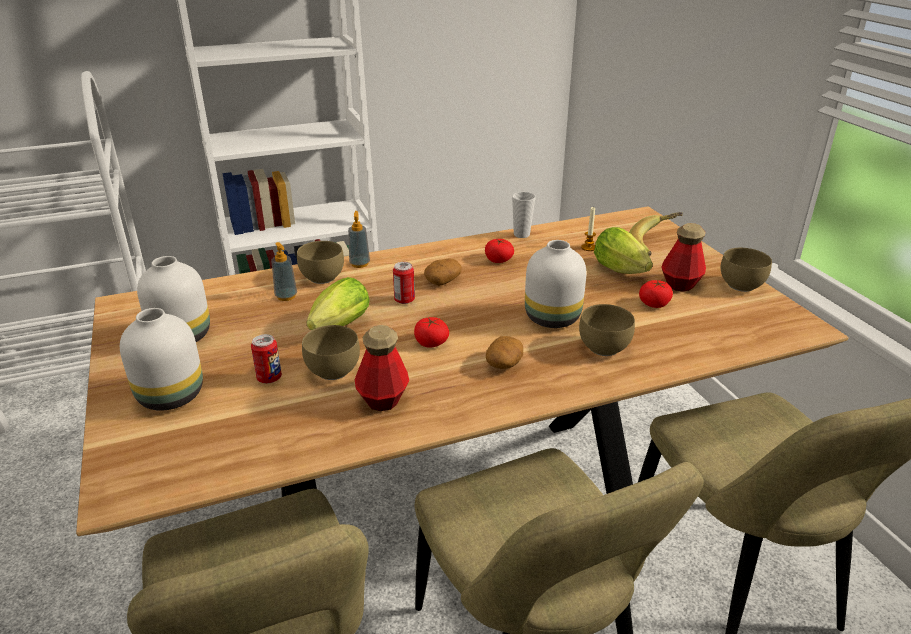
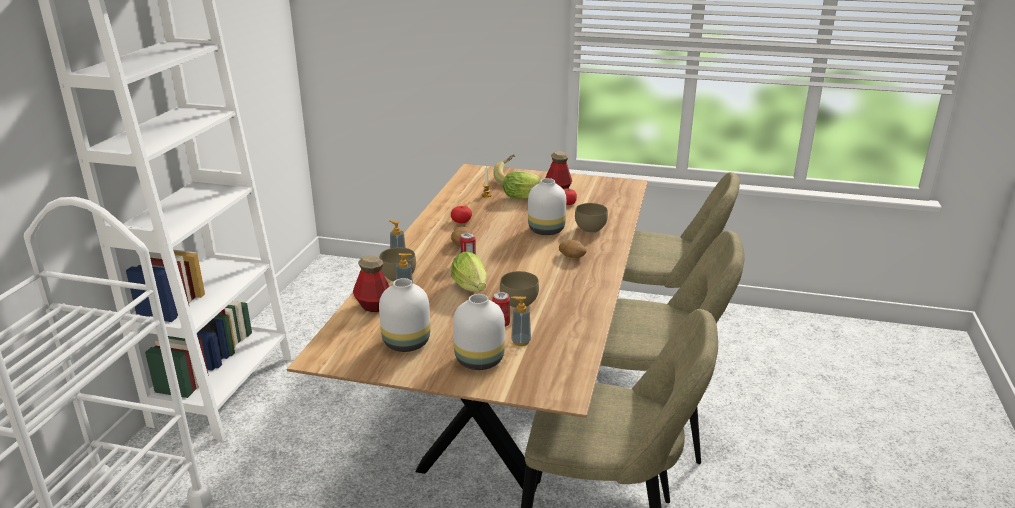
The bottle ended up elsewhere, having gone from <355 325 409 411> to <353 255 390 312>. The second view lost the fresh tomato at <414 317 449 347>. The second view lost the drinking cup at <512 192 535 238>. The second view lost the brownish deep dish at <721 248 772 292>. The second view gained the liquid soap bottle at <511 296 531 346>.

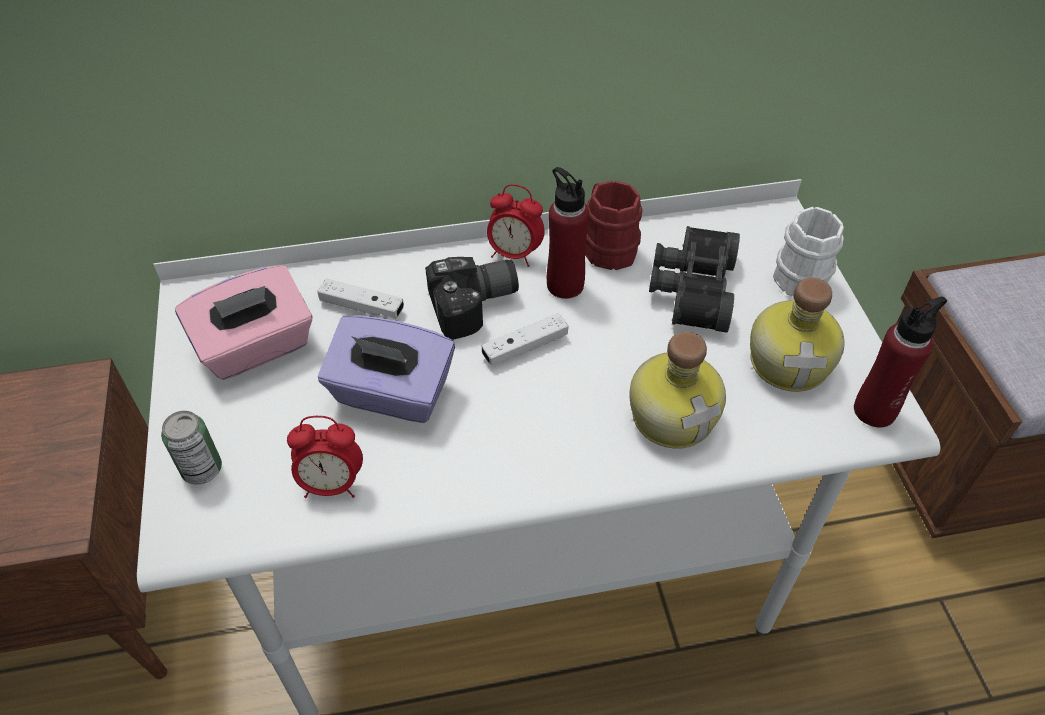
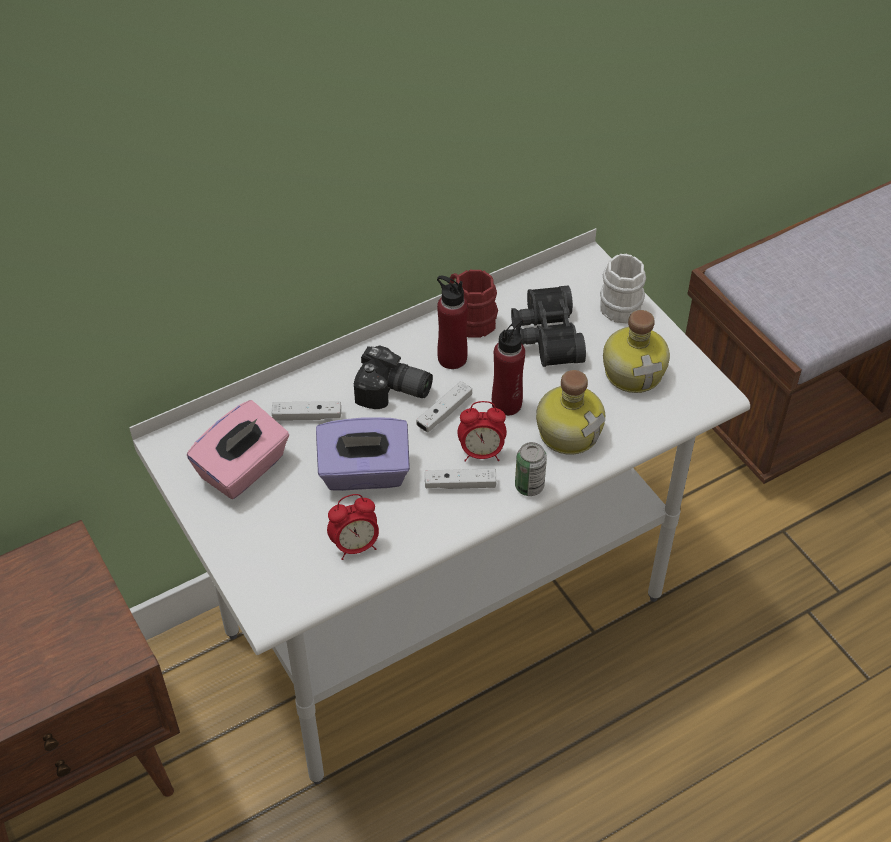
The sealed can ended up elsewhere, having gone from <161 411 222 485> to <515 442 547 496>. The still camera at <425 257 519 340> ended up facing another way, 60 degrees clockwise from before. The bedside clock ended up elsewhere, having gone from <487 184 545 267> to <458 401 507 462>. The red-coloured bottle ended up elsewhere, having gone from <854 297 947 427> to <492 318 525 416>. The second view gained the white-coloured game controller at <425 469 497 489>.

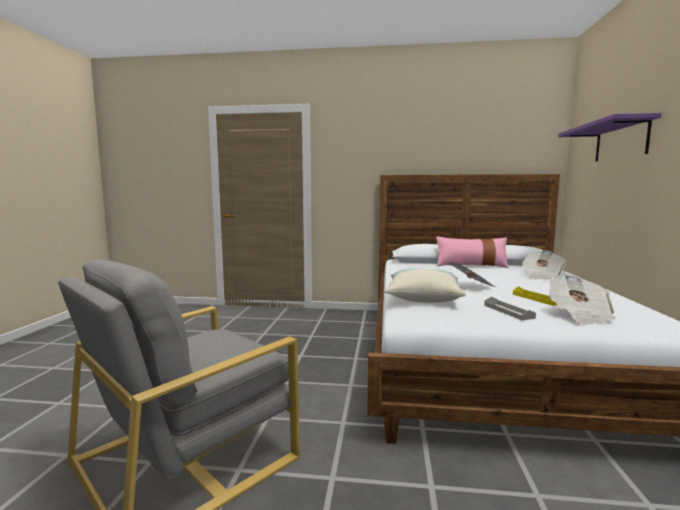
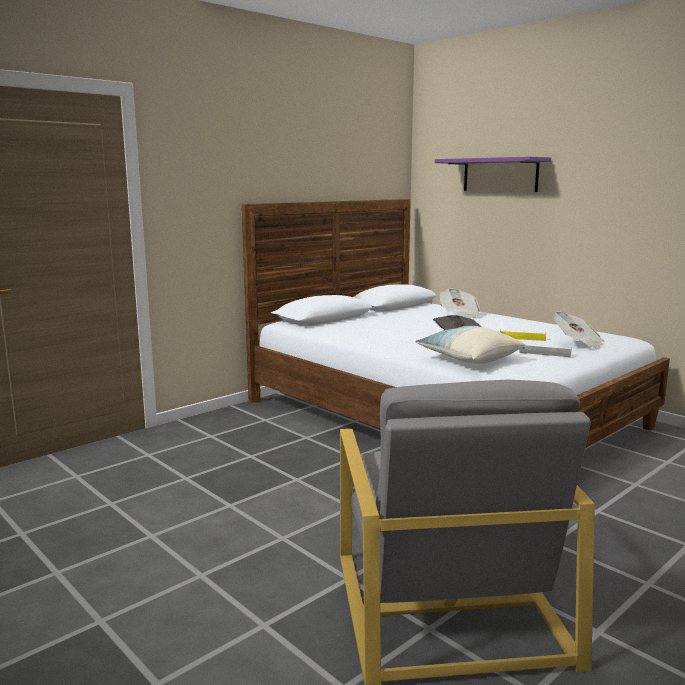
The second view lost the pink-coloured throw pillow at <436 236 509 268>.

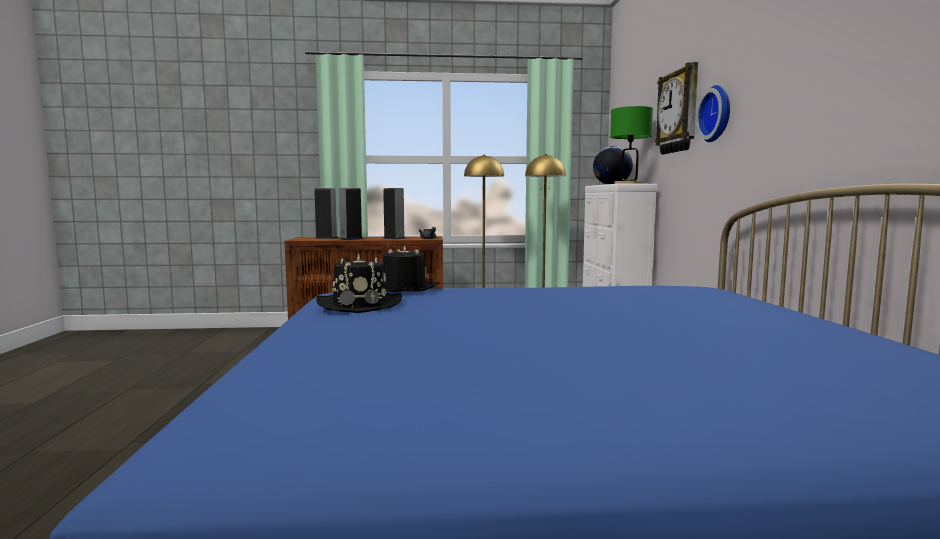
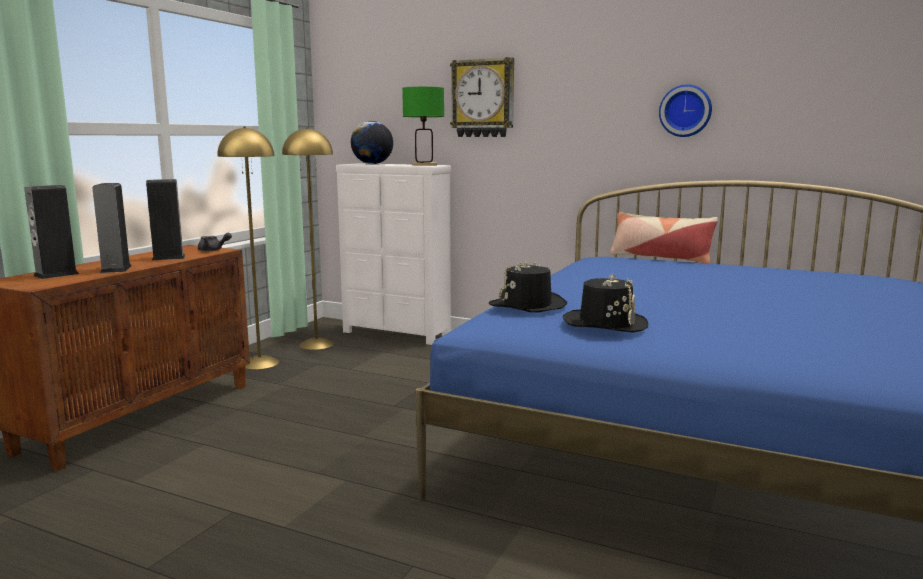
The wall clock ended up elsewhere, having gone from <696 85 730 142> to <659 84 712 137>. The second view gained the throw pillow at <610 212 718 264>.

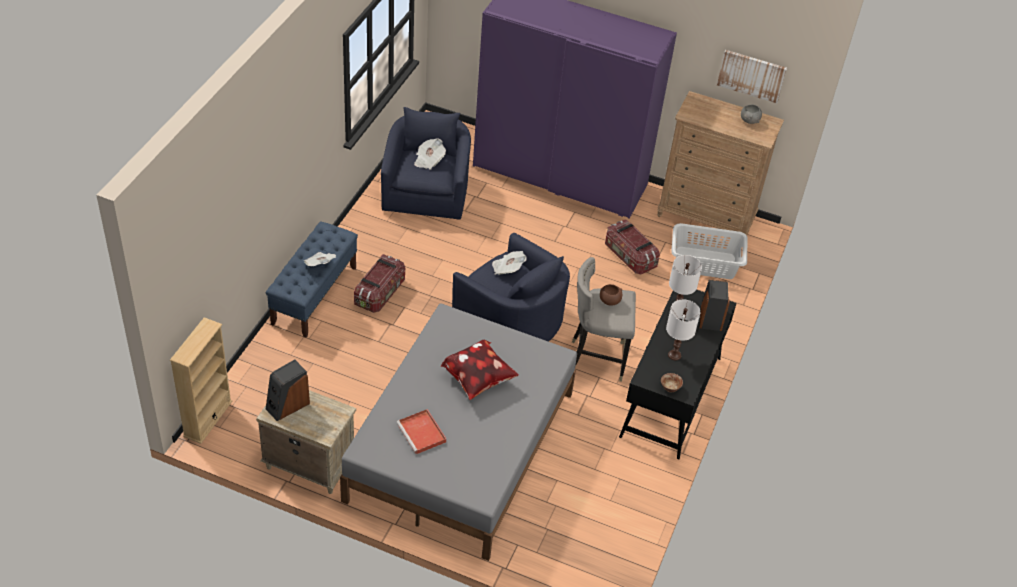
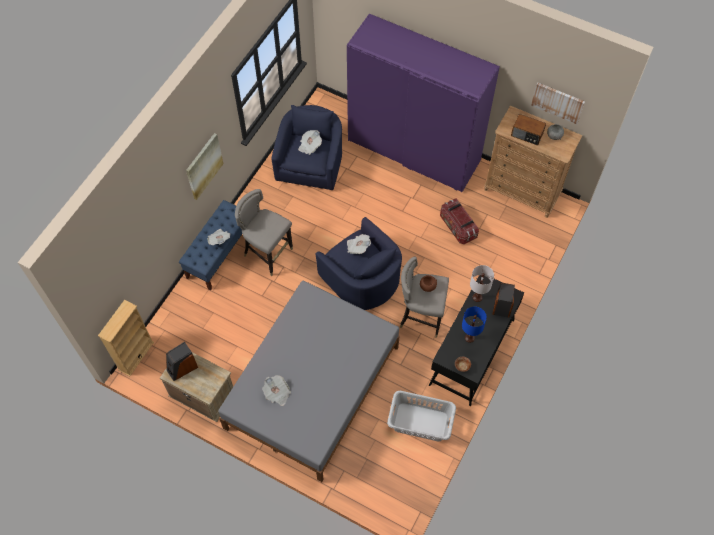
Where the storage bin stood at <354 254 406 313>, the gray sitting stool came to stand at <235 189 293 276>. Where the red-coloured carrying tray stood at <397 409 446 454>, the printed paper came to stand at <262 375 291 406>. The second view lost the throw pillow at <441 339 519 400>. What was the white-coloured table lamp at <666 300 700 360> turned into the blue-coloured table lamp at <462 307 487 343>. The gray laundry basket ended up elsewhere, having gone from <671 223 747 279> to <387 391 456 441>. The second view gained the wall picture at <186 133 224 200>. The second view gained the radio set at <511 114 546 145>.

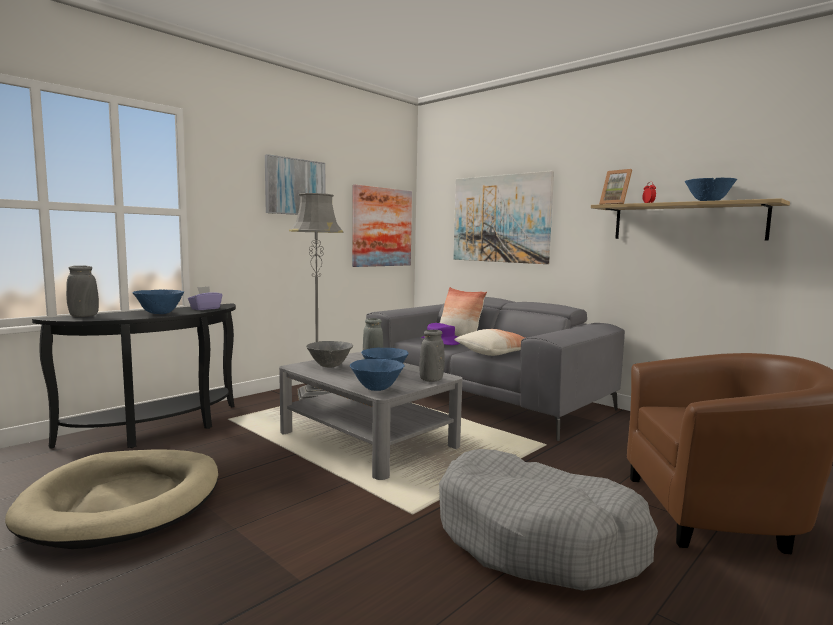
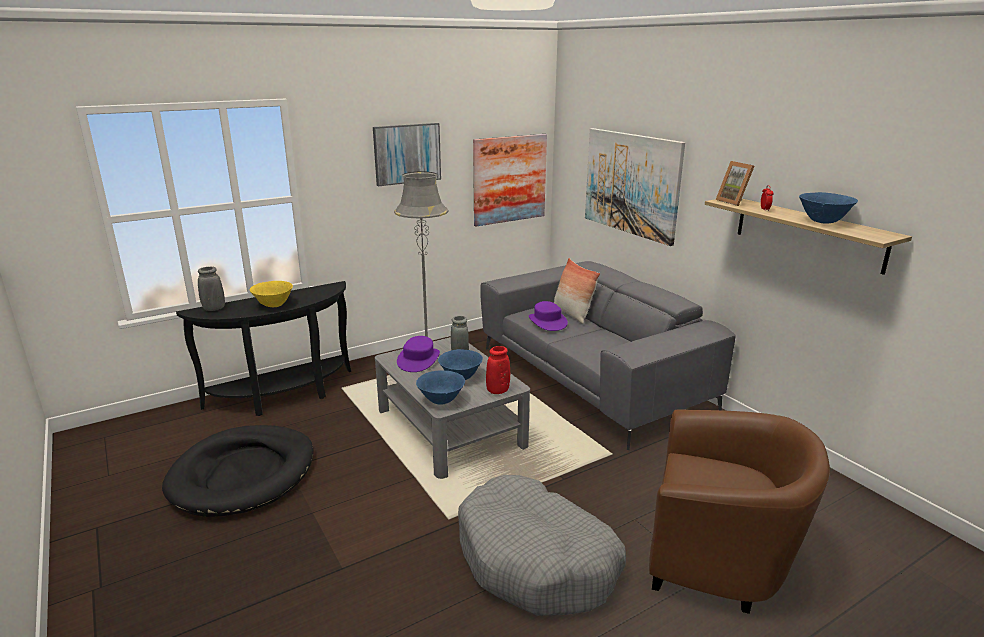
What was the beige dog bed at <5 449 218 549> turned into the black dog bed at <162 425 314 517>. What was the blue-coloured deep dish at <132 290 184 314> turned into the yellow-coloured deep dish at <250 281 293 307>. The second view lost the purplish box of tissues at <188 287 222 310>. Where the gray deep dish stood at <306 341 353 368>, the purplish clothing hat came to stand at <397 336 440 372>. What was the gray decorative vase at <420 330 445 382> turned into the red-coloured decorative vase at <486 346 510 394>. The second view lost the throw pillow at <454 329 525 356>.

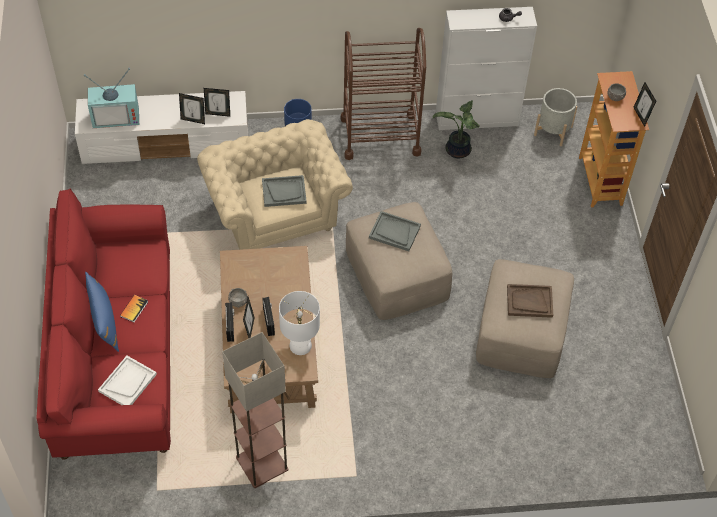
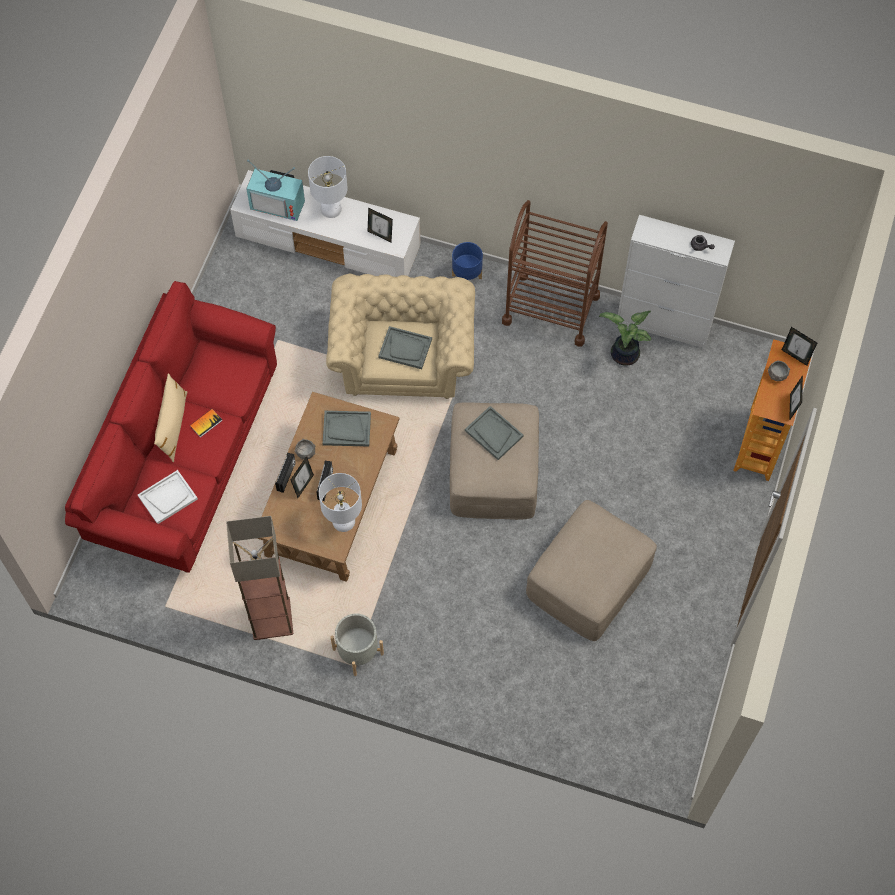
What was the blue-coloured throw pillow at <85 272 119 352> turned into the beige throw pillow at <154 373 187 462>. The picture frame ended up elsewhere, having gone from <179 93 205 124> to <782 327 817 366>. The second view lost the brownish carrying tray at <507 284 553 318>. The gray flower pot ended up elsewhere, having gone from <534 88 577 146> to <330 614 384 676>. The second view gained the white-coloured table lamp at <308 156 348 218>. The second view gained the gray carrying tray at <323 411 371 446>.

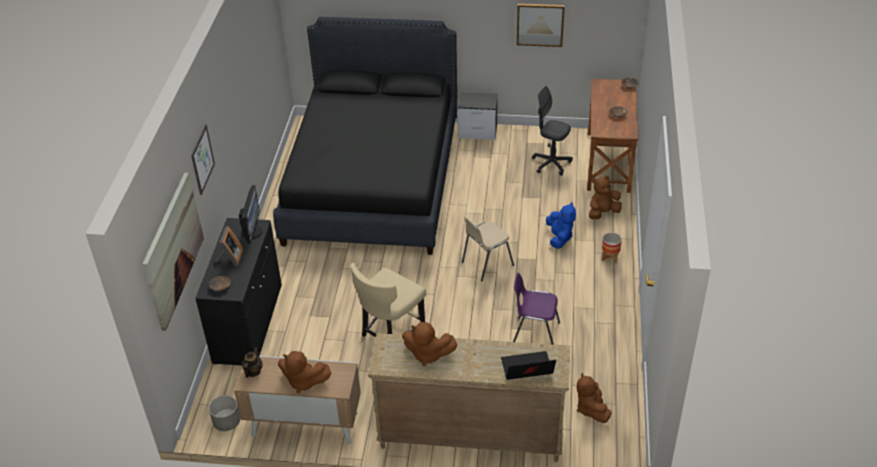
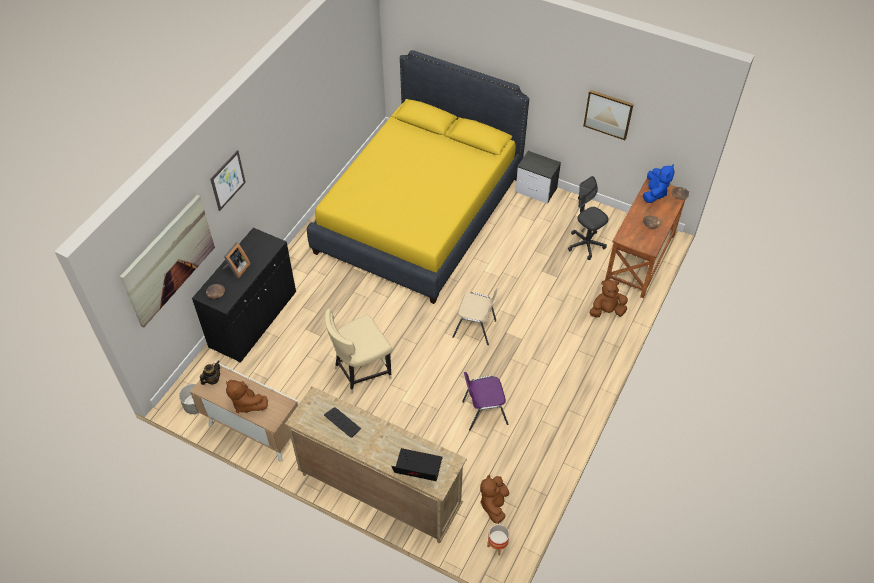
The second view lost the monitor at <239 185 262 244>. What was the black sleeping bed at <273 17 457 255> turned into the yellow-coloured sleeping bed at <307 50 529 304>. Where the brownish plush toy stood at <402 322 458 366>, the PC keyboard came to stand at <324 407 361 438>. The beige plain chair at <462 217 514 281> ended up facing another way, 150 degrees counterclockwise from before. The purplish plain chair at <513 273 560 345> ended up facing another way, 45 degrees counterclockwise from before. The blue-coloured plush toy ended up elsewhere, having gone from <546 202 576 249> to <643 164 674 203>. The flower pot ended up elsewhere, having gone from <602 233 622 263> to <487 524 509 555>.

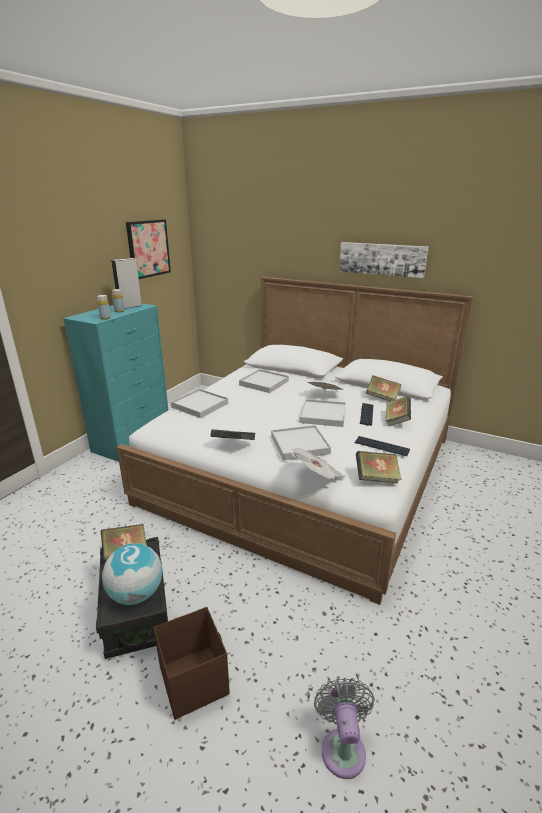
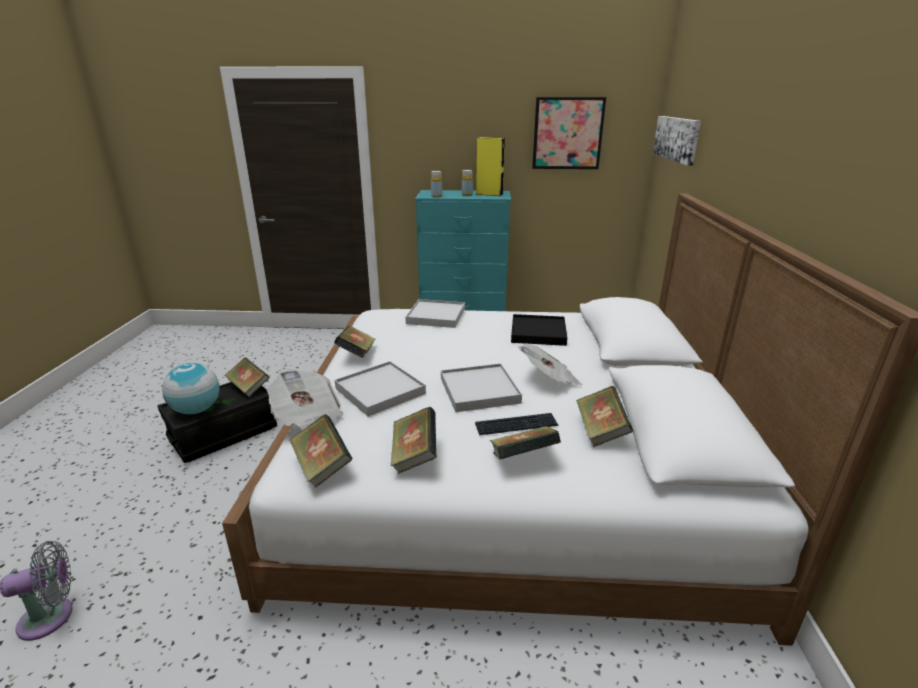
What was the gray audio speaker at <111 258 142 309> turned into the yellow-coloured audio speaker at <476 137 505 196>. The second view lost the brownish storage bin at <153 607 230 720>. What was the white-coloured carrying tray at <239 369 289 393> turned into the black carrying tray at <511 314 567 346>. The wall picture ended up elsewhere, having gone from <339 242 428 278> to <653 116 701 166>. Where the PC keyboard stood at <355 436 410 456>, the volume came to stand at <391 407 437 474>.

